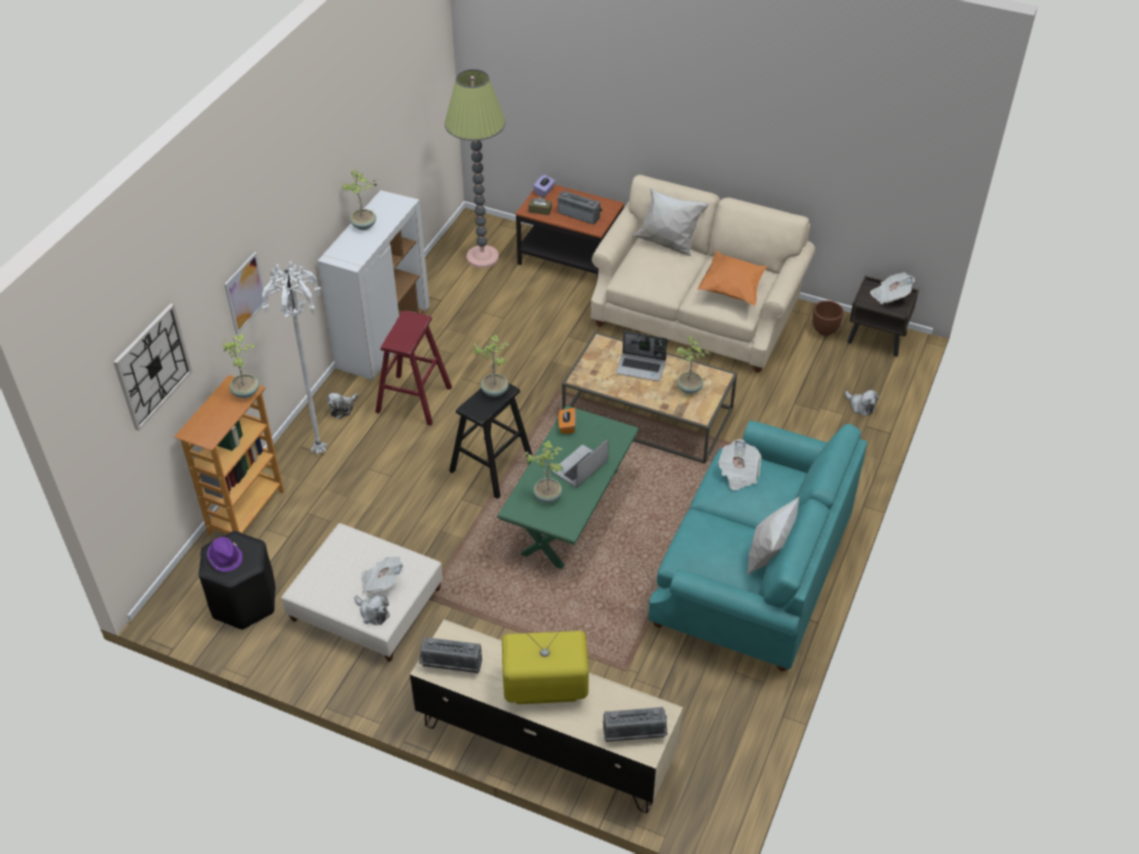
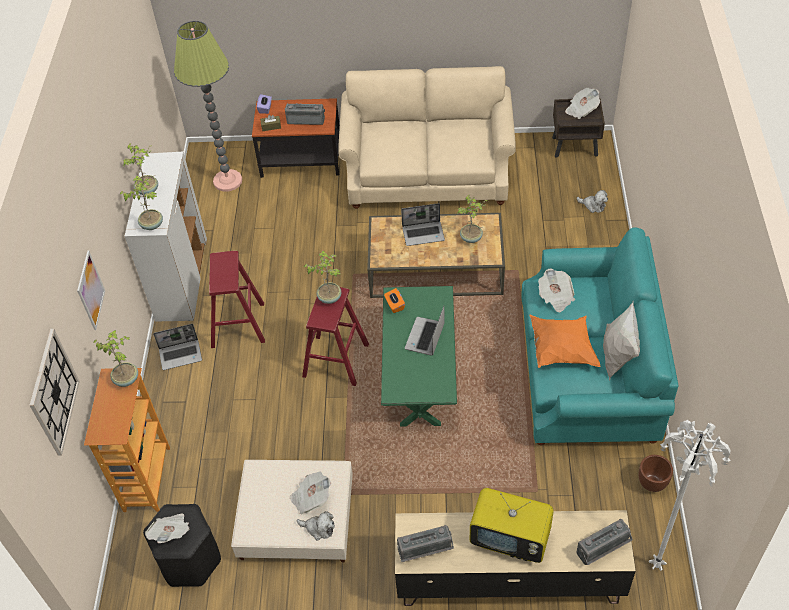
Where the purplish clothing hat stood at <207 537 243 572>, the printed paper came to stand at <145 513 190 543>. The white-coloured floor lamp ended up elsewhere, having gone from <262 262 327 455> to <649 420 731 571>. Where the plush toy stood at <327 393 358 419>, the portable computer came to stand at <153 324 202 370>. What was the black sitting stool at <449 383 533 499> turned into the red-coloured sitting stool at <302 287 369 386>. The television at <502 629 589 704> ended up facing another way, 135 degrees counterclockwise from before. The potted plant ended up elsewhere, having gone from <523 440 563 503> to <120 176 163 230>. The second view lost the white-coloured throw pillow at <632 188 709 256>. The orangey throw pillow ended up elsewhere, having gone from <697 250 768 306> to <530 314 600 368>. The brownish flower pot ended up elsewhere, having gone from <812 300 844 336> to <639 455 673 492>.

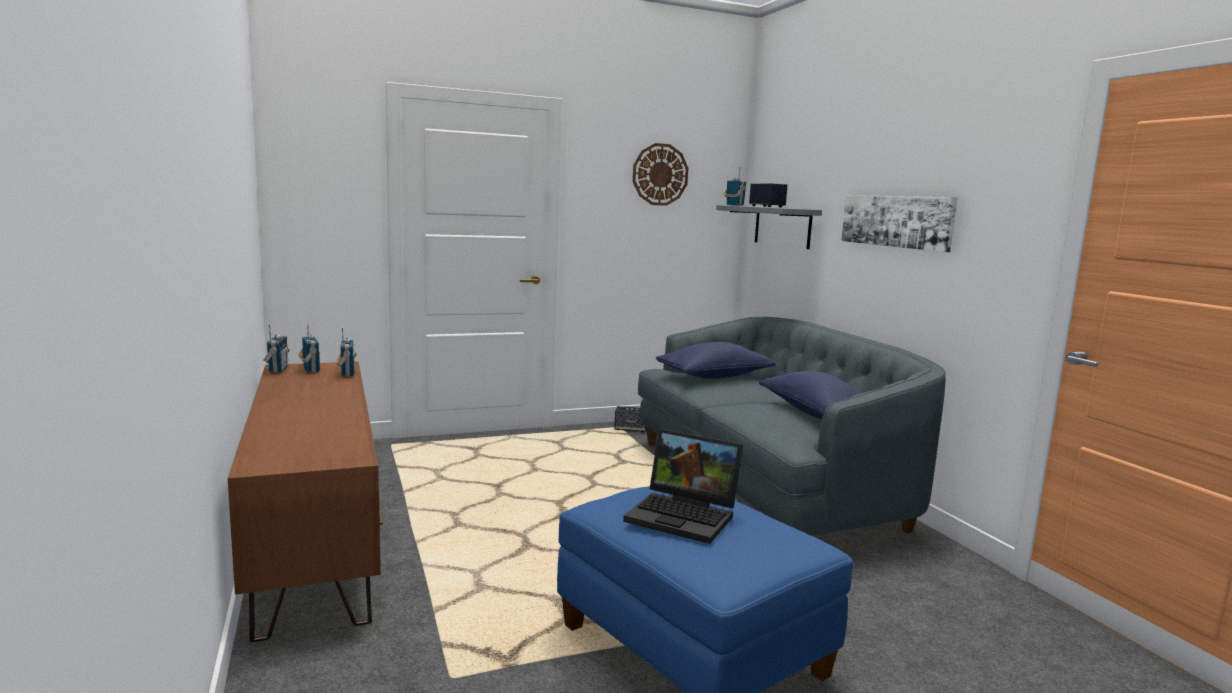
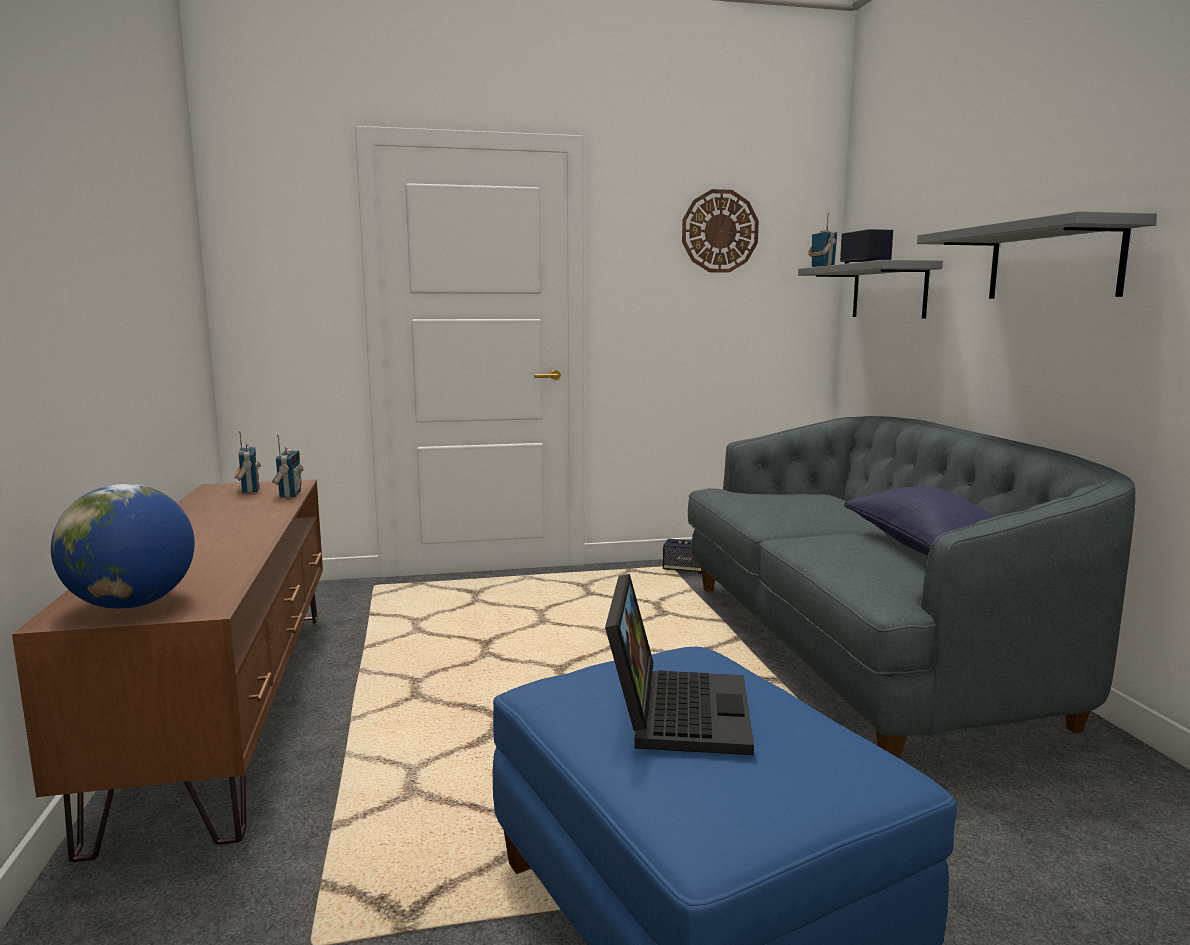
The second view lost the radio set at <263 323 290 373>. The portable computer at <623 429 743 544> ended up facing another way, 120 degrees counterclockwise from before. The second view lost the blue-coloured throw pillow at <656 342 776 379>. Where the wall picture hung at <841 195 957 252>, the gray wall shelf came to hang at <917 211 1157 299>. The second view gained the desk globe at <51 484 195 609>.

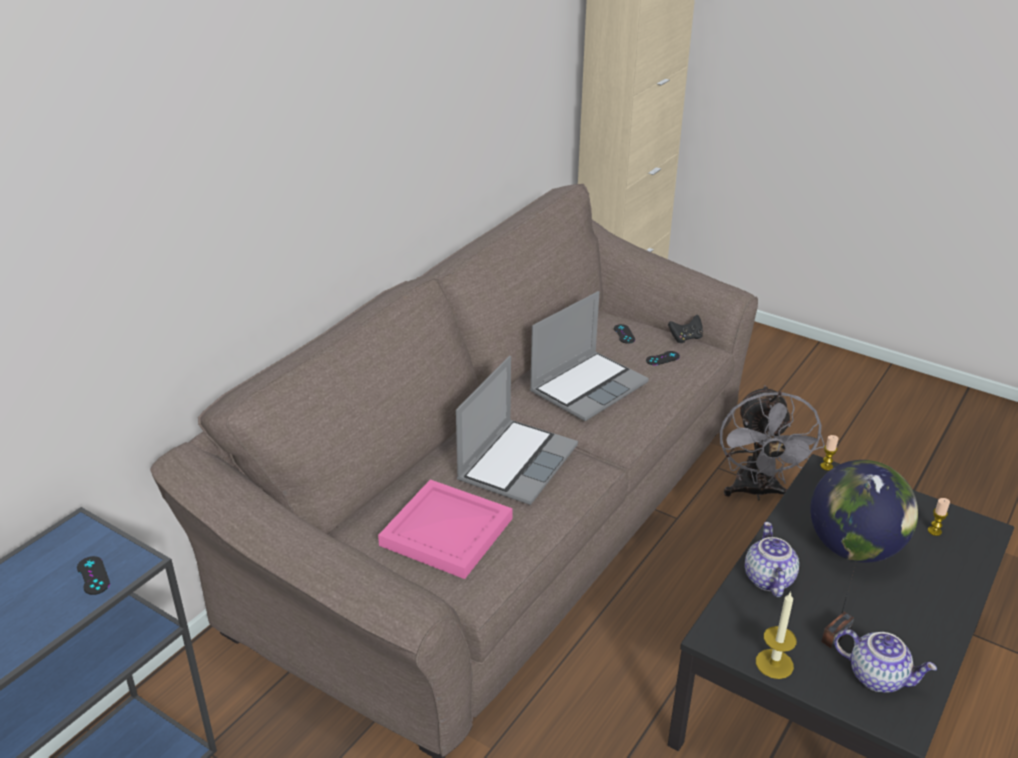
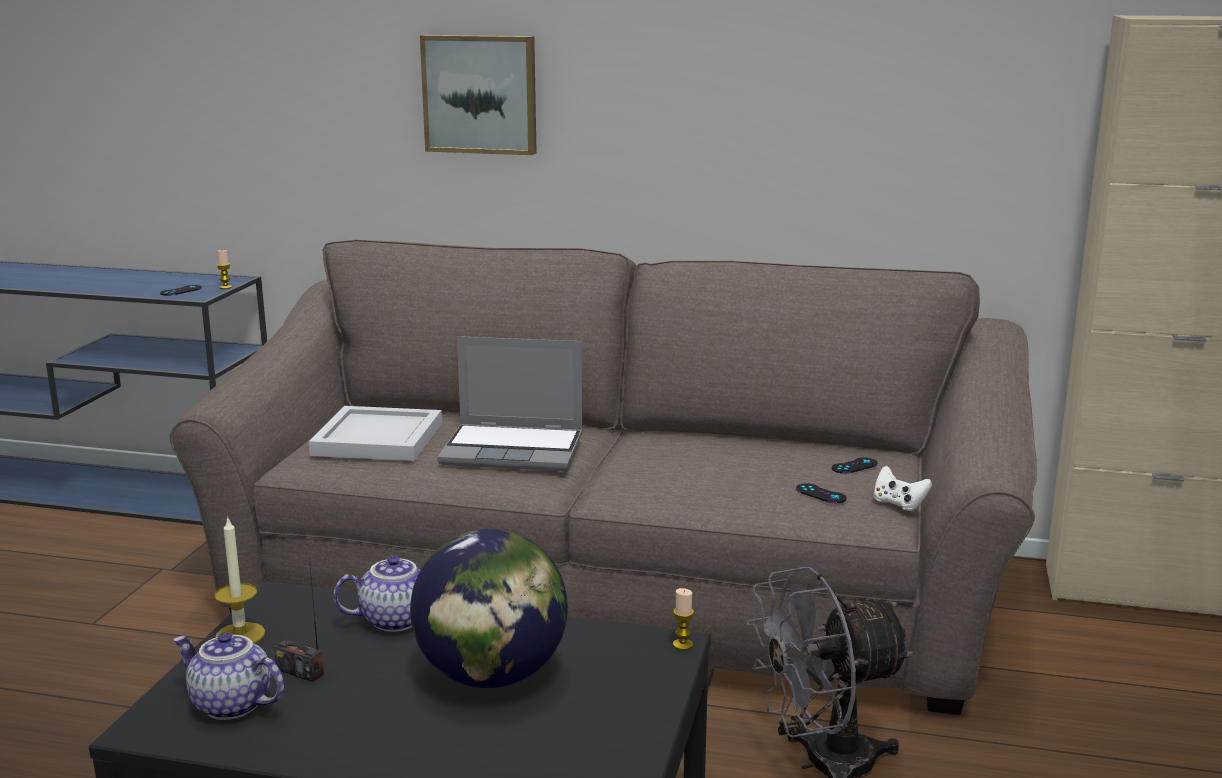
What was the pink-coloured carrying tray at <378 479 512 579> turned into the white-coloured carrying tray at <309 406 442 461>. The second view lost the portable computer at <530 291 649 421>. What was the black game controller at <668 315 703 343> turned into the white-coloured game controller at <874 466 932 511>. The teapot at <834 629 937 693> ended up facing another way, 105 degrees clockwise from before. The wax light ended up elsewhere, having gone from <928 498 950 536> to <217 250 232 289>. The second view gained the wall picture at <420 35 537 155>.

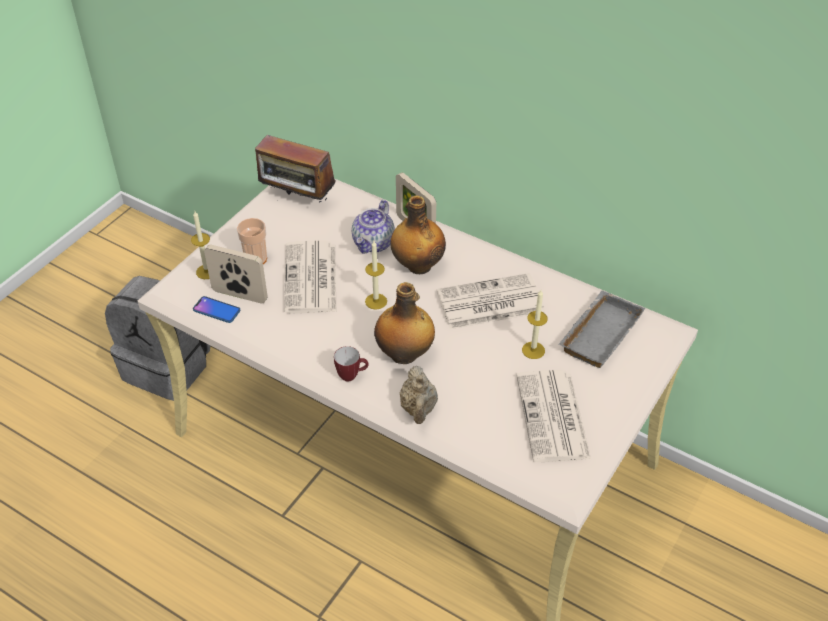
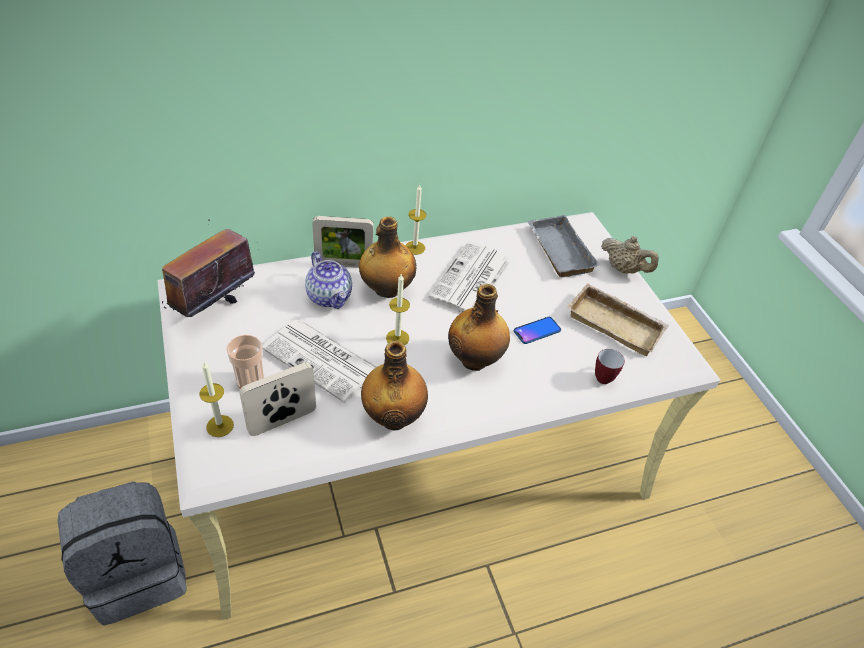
The telephone ended up elsewhere, having gone from <193 296 240 323> to <514 317 561 344>. The radio set at <255 135 336 204> ended up facing another way, 150 degrees clockwise from before. The coffee mug ended up elsewhere, having gone from <334 346 368 382> to <595 349 625 384>. The beige teapot ended up elsewhere, having gone from <400 366 438 424> to <601 236 659 274>. Where the printed paper stood at <516 370 591 462>, the beige carrying tray came to stand at <567 283 669 356>. The wax light ended up elsewhere, having gone from <522 290 548 359> to <405 184 426 255>. The second view gained the bottle at <361 341 428 431>.

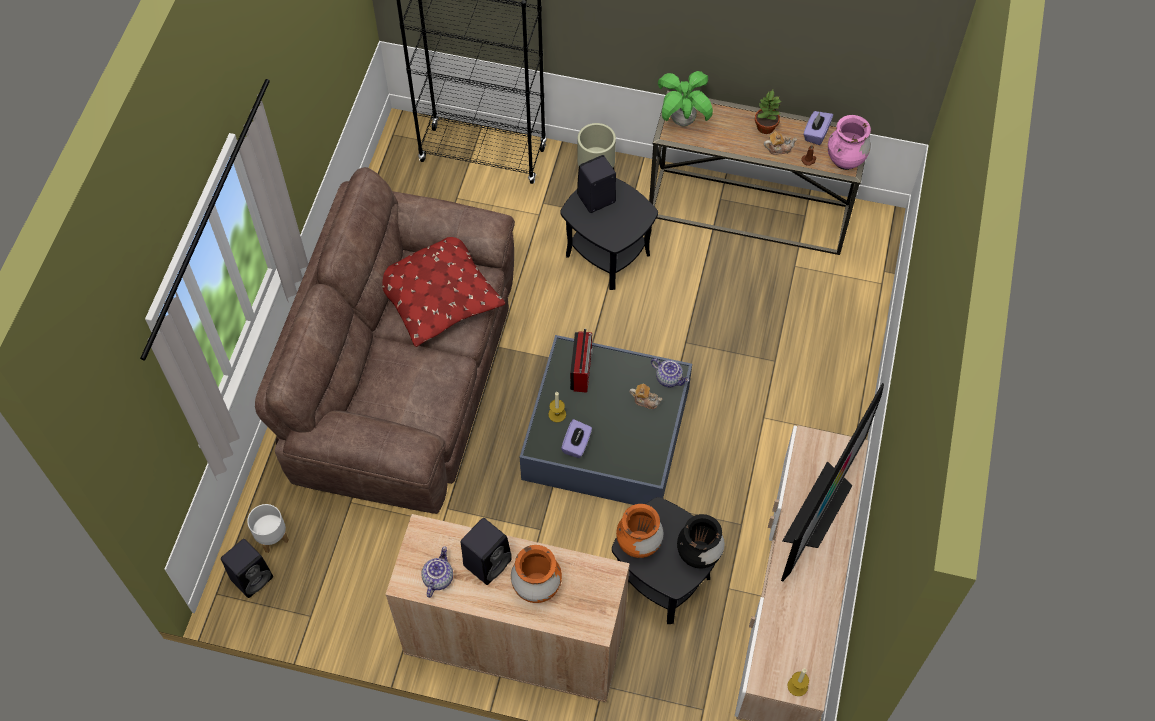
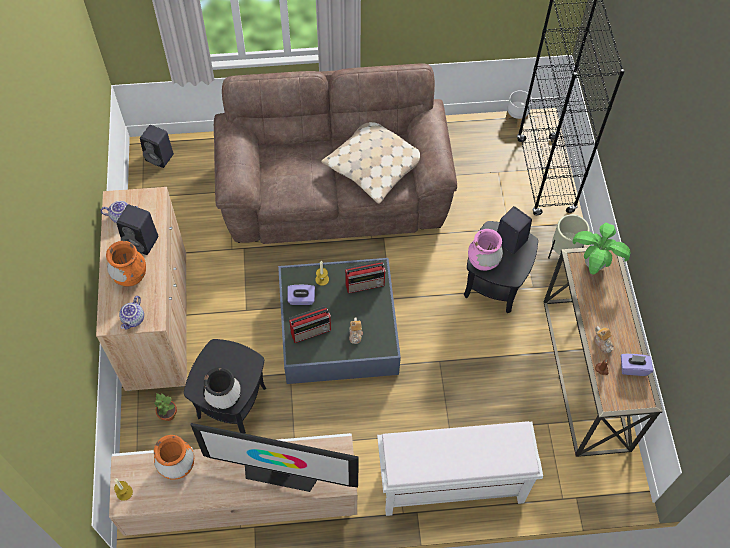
The white-coloured flower pot ended up elsewhere, having gone from <247 504 289 553> to <506 90 532 127>. What was the red-coloured throw pillow at <382 237 505 347> turned into the beige throw pillow at <321 122 420 204>. The orangey decorative vase ended up elsewhere, having gone from <616 504 664 558> to <154 435 194 480>. The teapot ended up elsewhere, having gone from <651 358 689 387> to <119 296 144 329>. The potted plant ended up elsewhere, having gone from <755 90 781 134> to <155 393 177 421>. The pink-coloured decorative vase ended up elsewhere, having gone from <828 115 871 170> to <468 229 503 271>. The second view gained the radio set at <289 306 331 343>. The second view gained the white-coloured long seat at <377 421 543 516>.

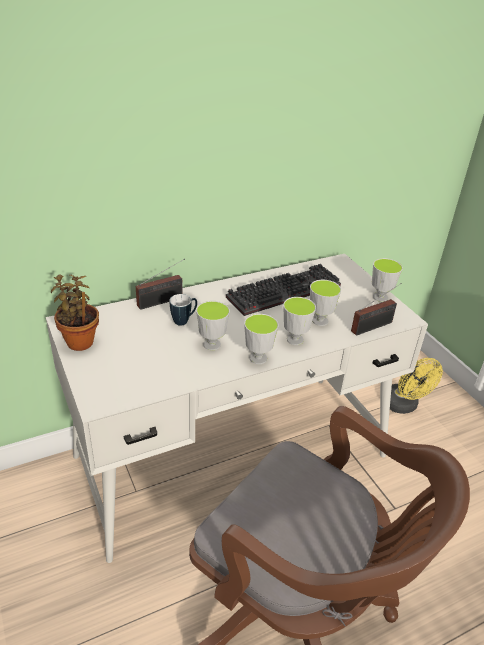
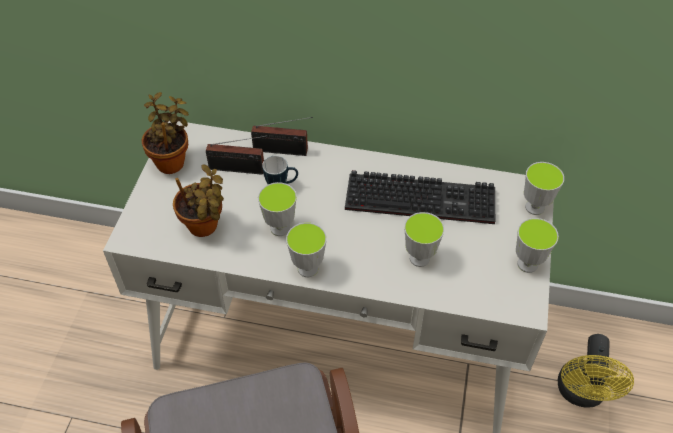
The drinking cup ended up elsewhere, having gone from <283 297 316 345> to <524 162 564 215>. The radio set ended up elsewhere, having gone from <351 283 402 336> to <206 136 267 175>. The second view gained the potted plant at <173 164 224 237>.

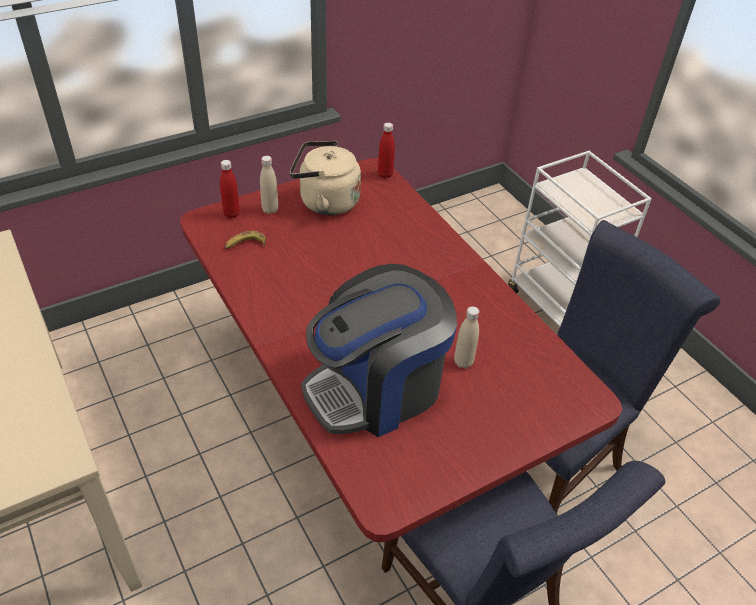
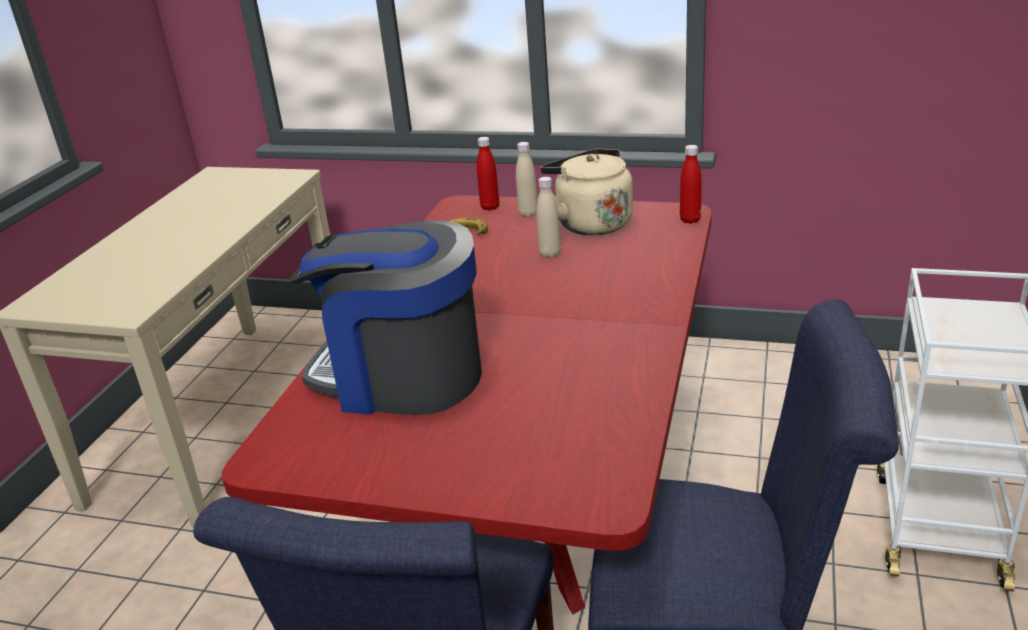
The beige bottle ended up elsewhere, having gone from <454 306 479 369> to <536 177 560 258>.

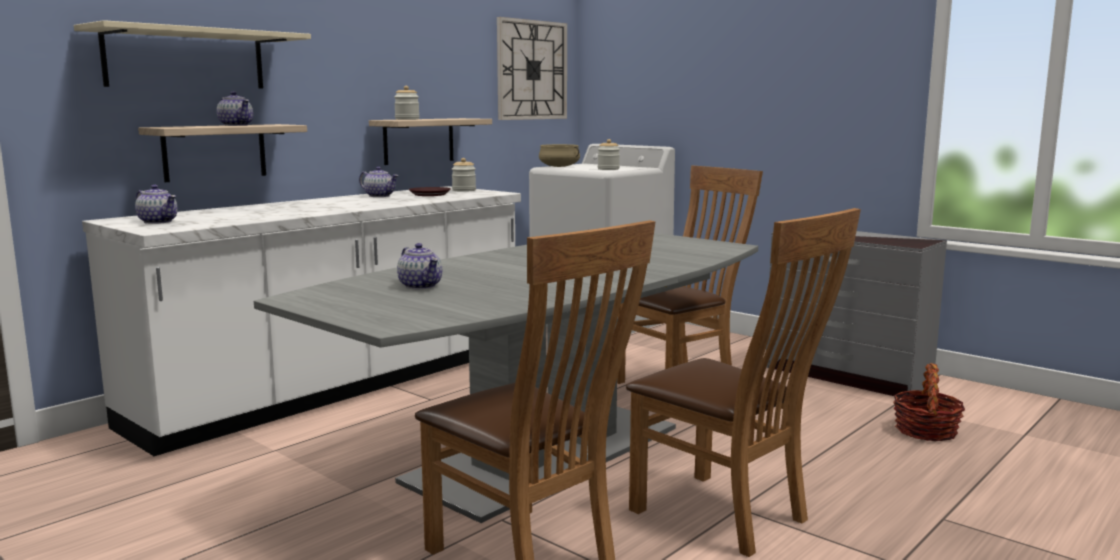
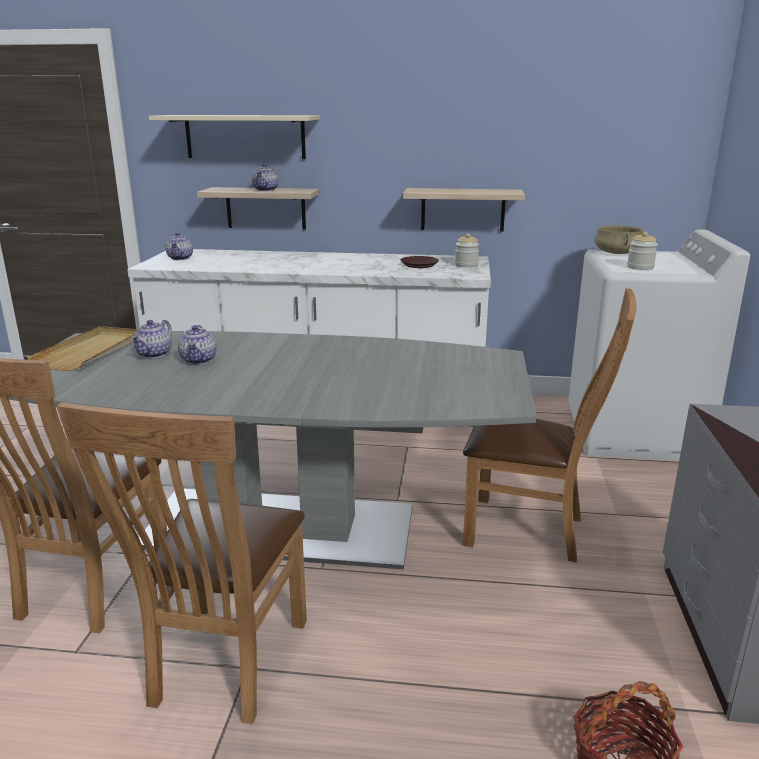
The teapot ended up elsewhere, having gone from <359 167 399 197> to <178 325 217 364>. The second view lost the jar at <394 86 420 120>. The second view lost the wall clock at <497 17 567 120>. The second view gained the beige carrying tray at <27 326 138 371>.

